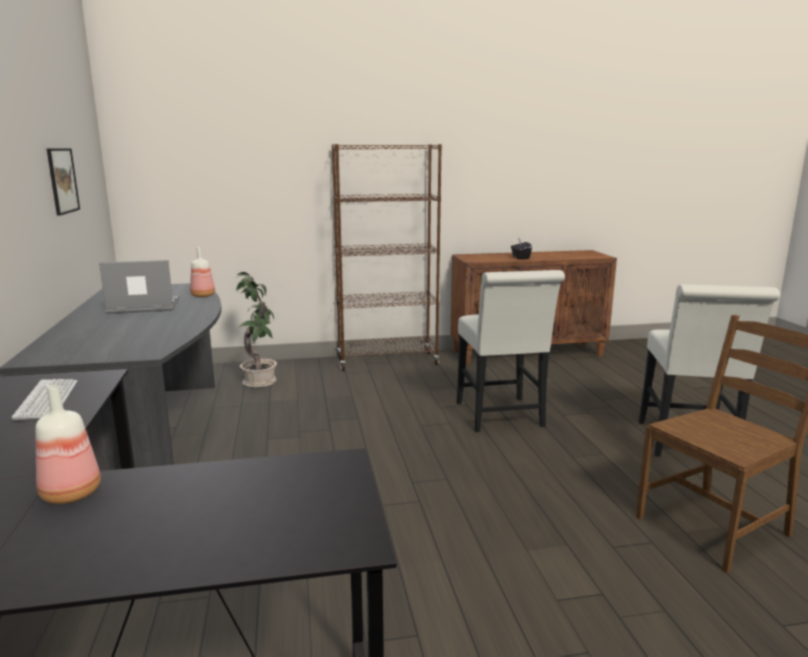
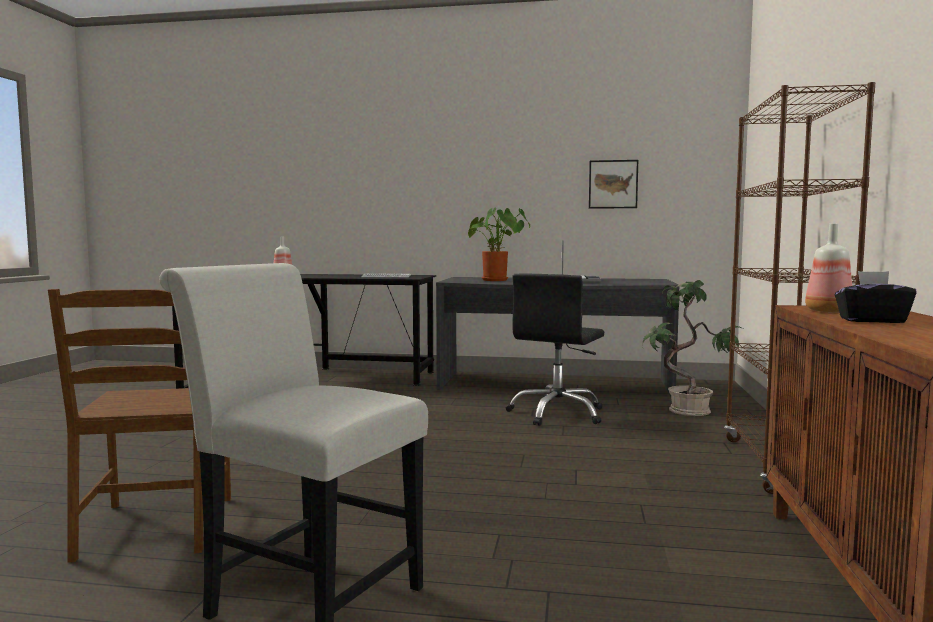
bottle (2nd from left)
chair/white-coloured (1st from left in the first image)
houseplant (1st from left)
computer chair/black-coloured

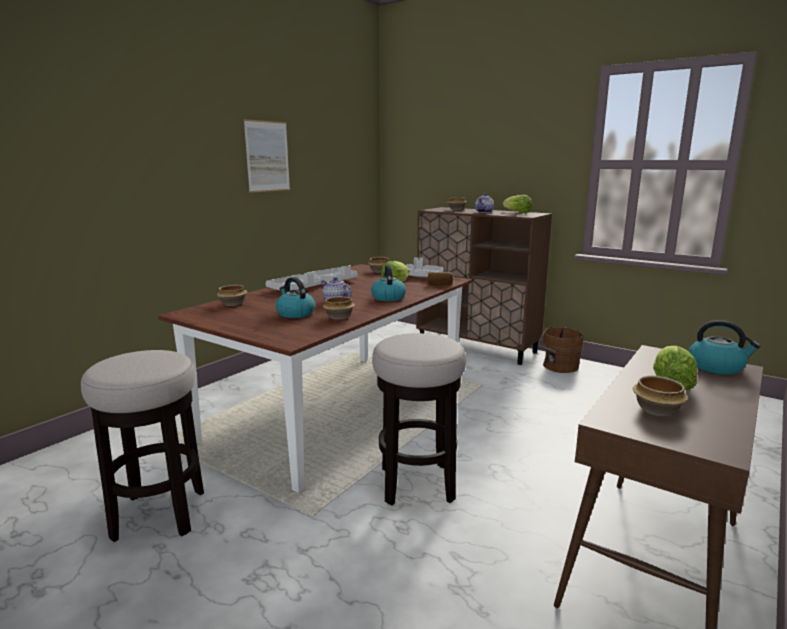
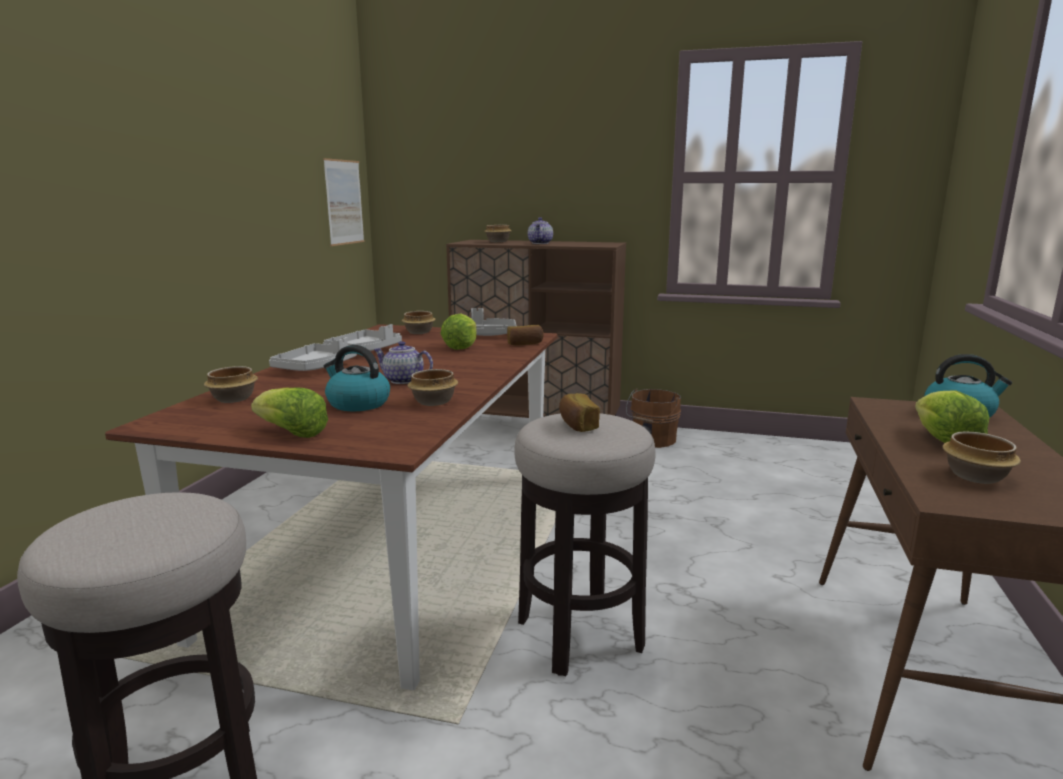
wall picture
tea kettle (2nd from left in the first image)
head of lettuce (1st from left)
bread (2nd from left)

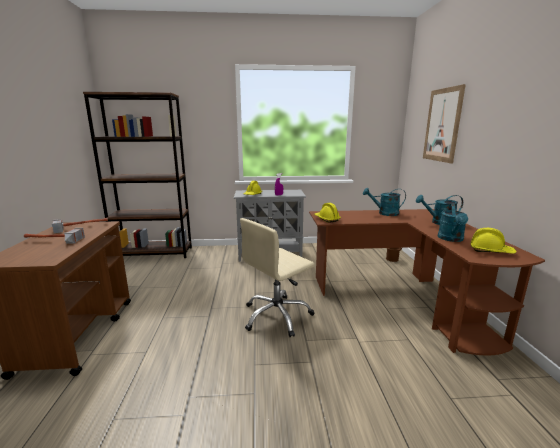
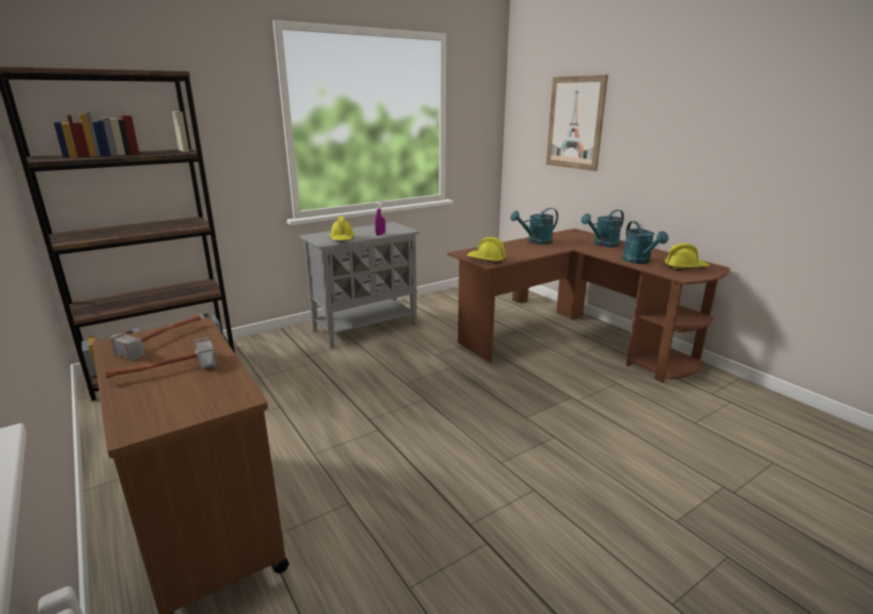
computer chair/beige

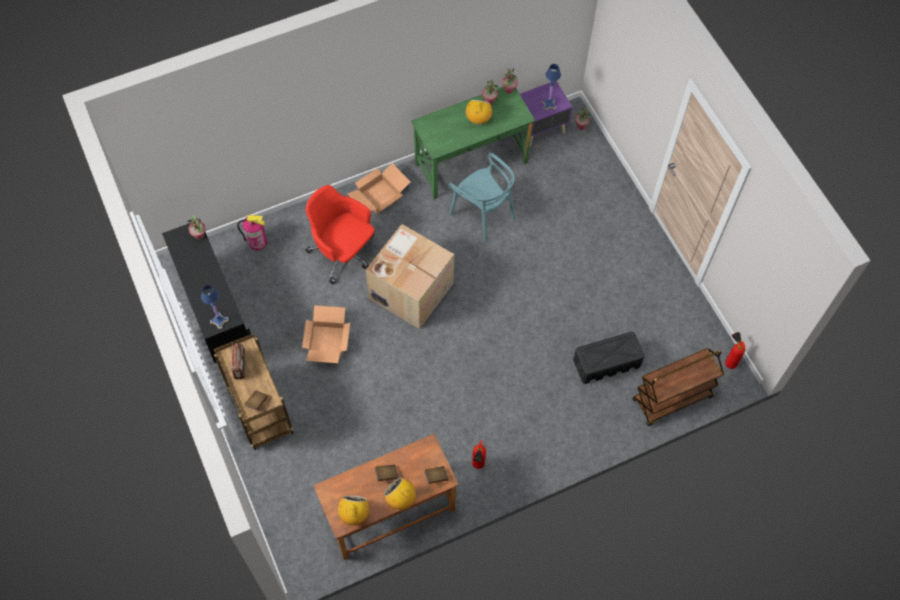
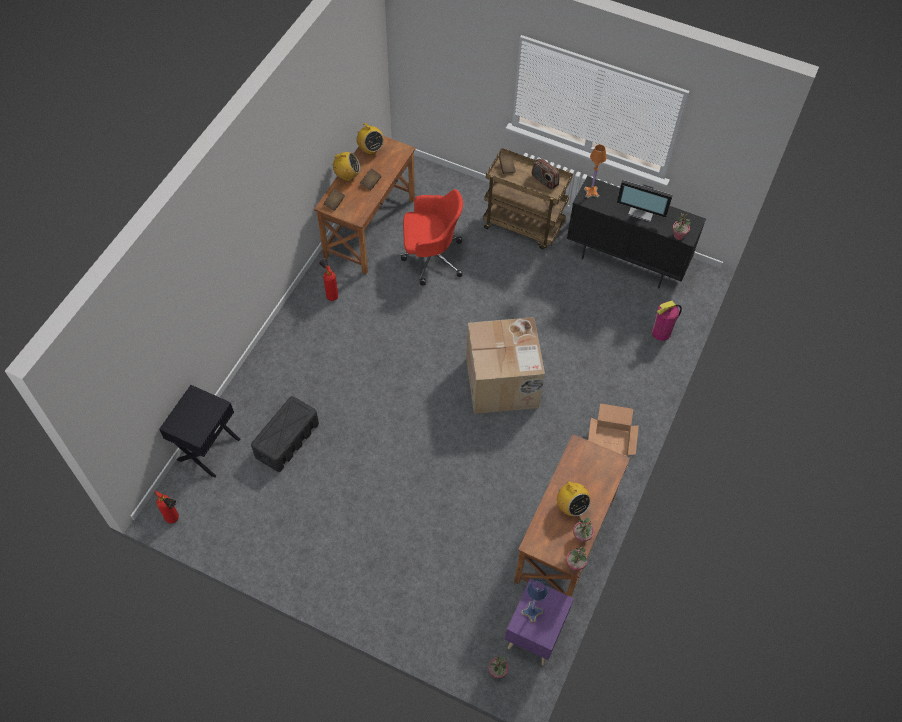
lamp for a table/orange-coloured
packing box (1st from left in the first image)
computer chair/red-coloured
desk table/brown (2nd from left)
chair/turquoise
night table/black-coloured
monitor

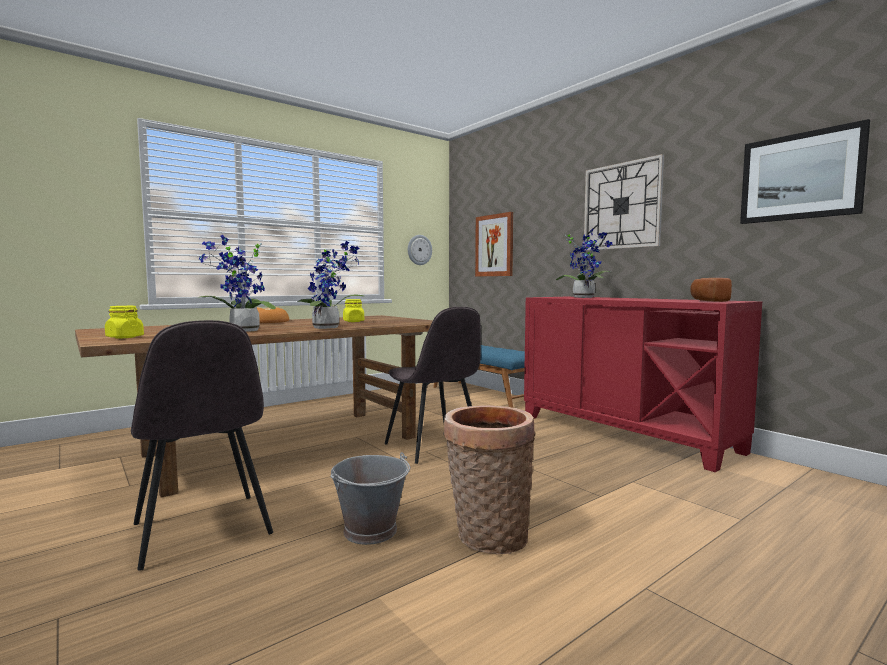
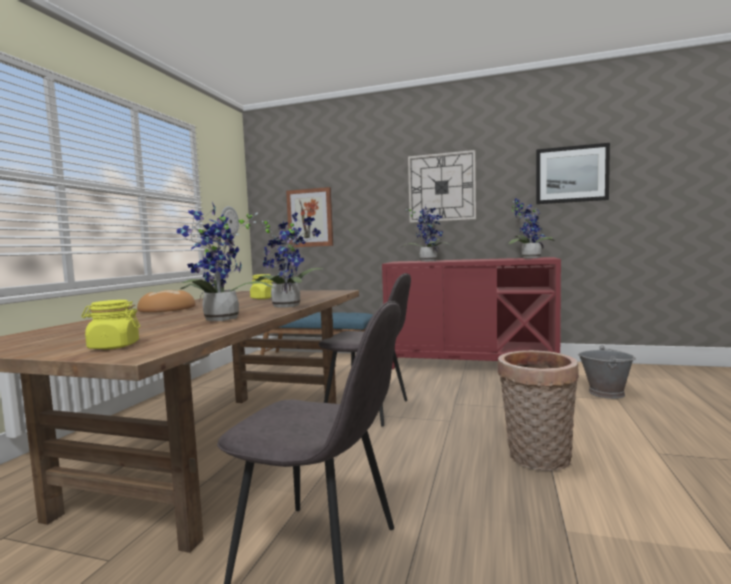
water bucket/greyish
houseplant (4th from left)

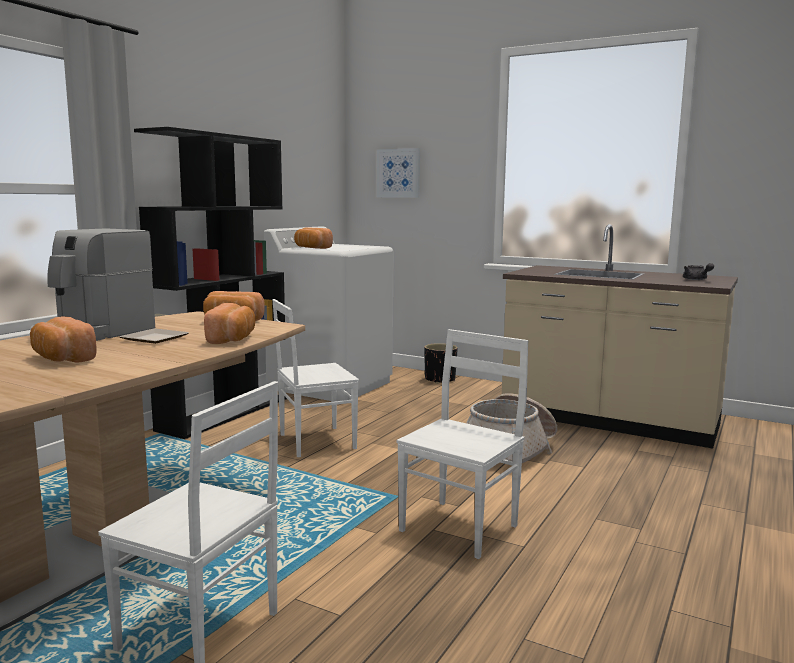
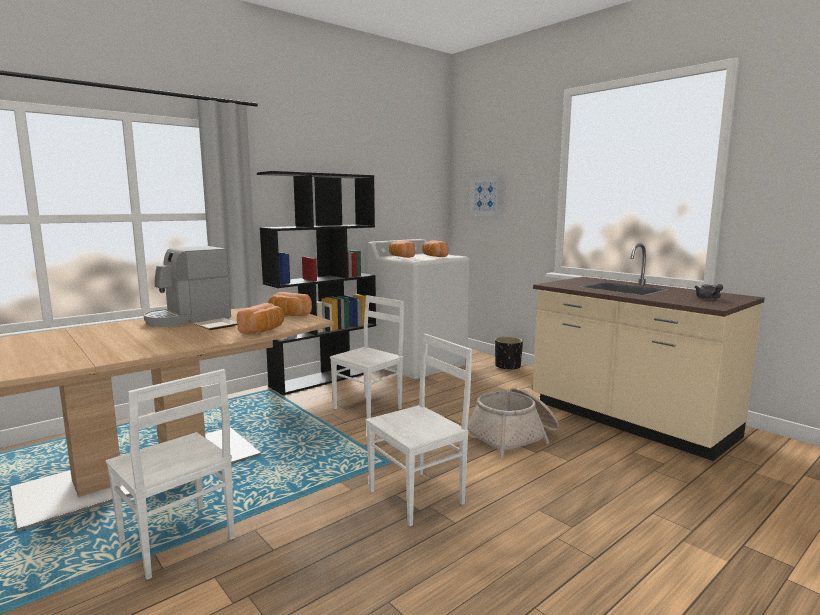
bread (4th from left)
chair/white-coloured (2nd from left)

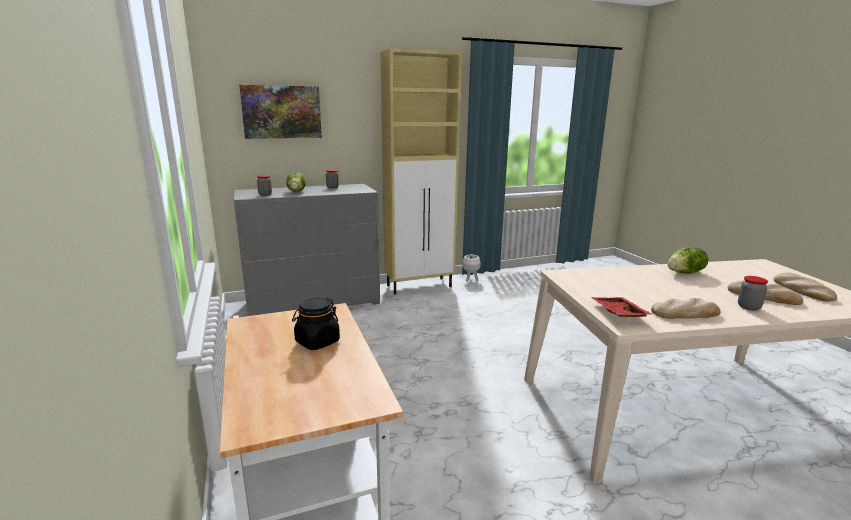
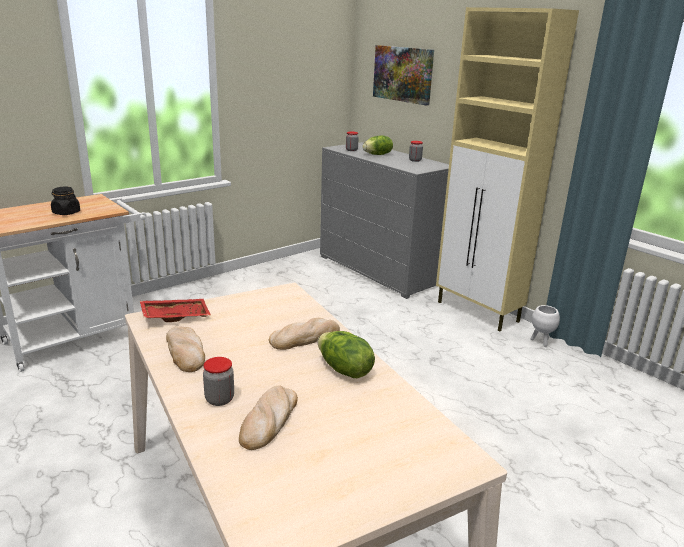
bread (3rd from left)

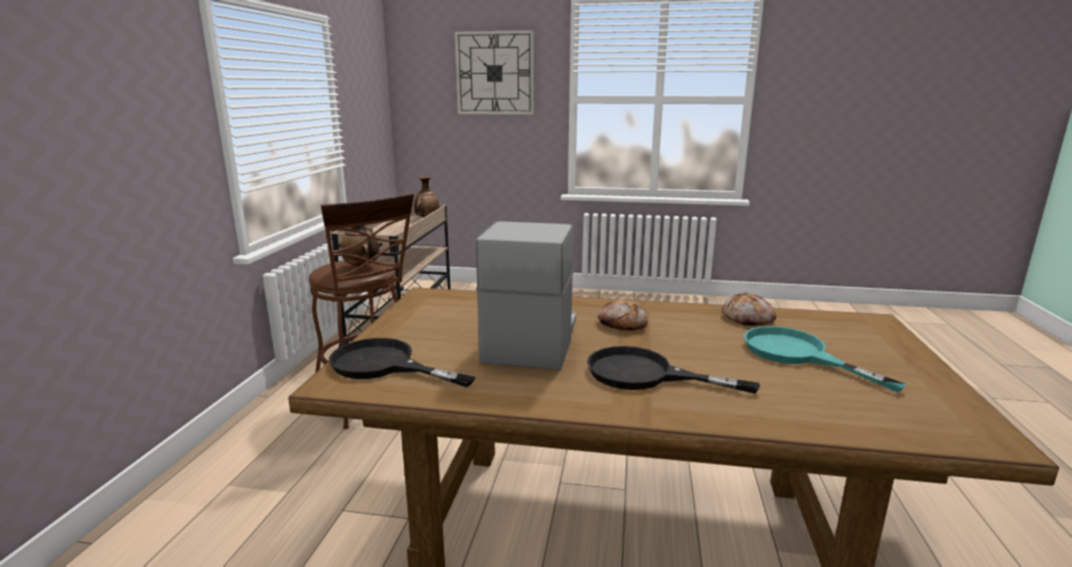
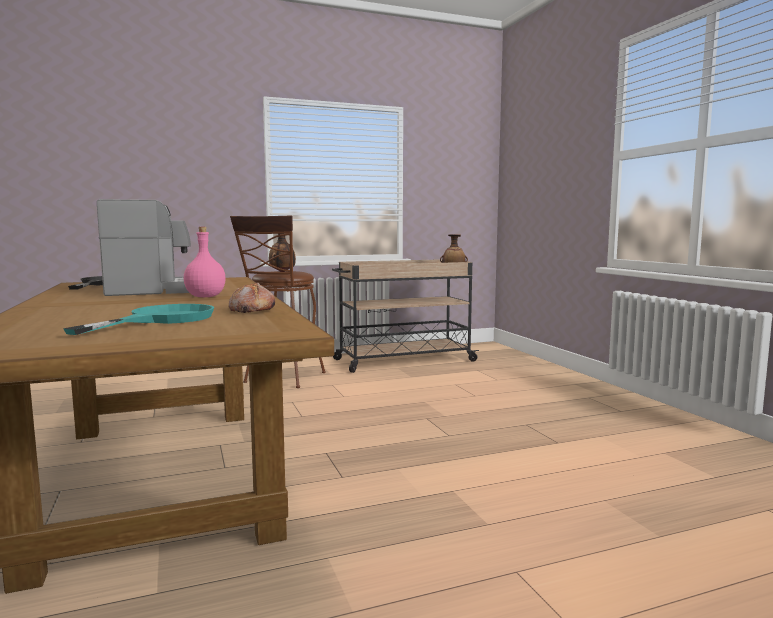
hanging clock
frying pan/black-coloured (2nd from left in the first image)
bottle/pinkish

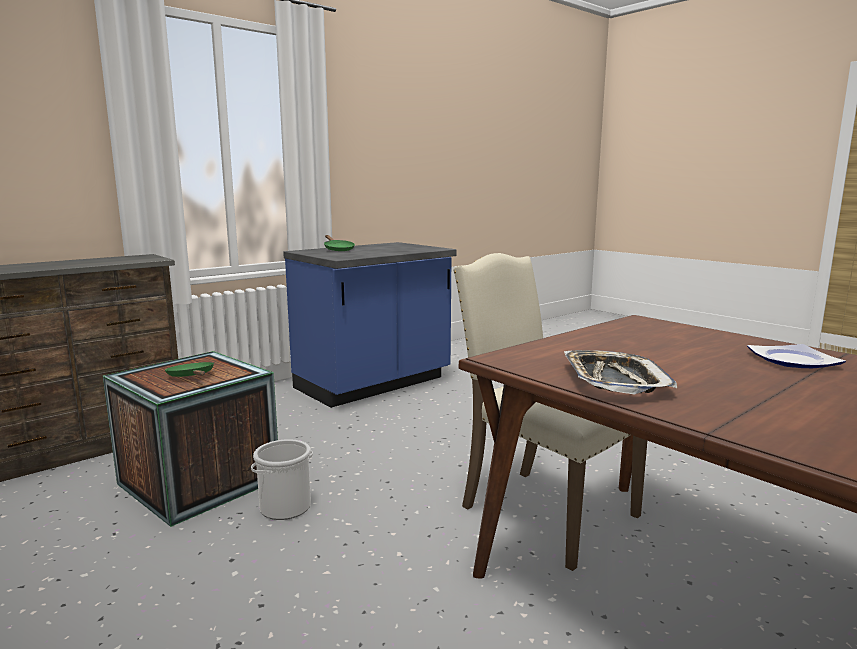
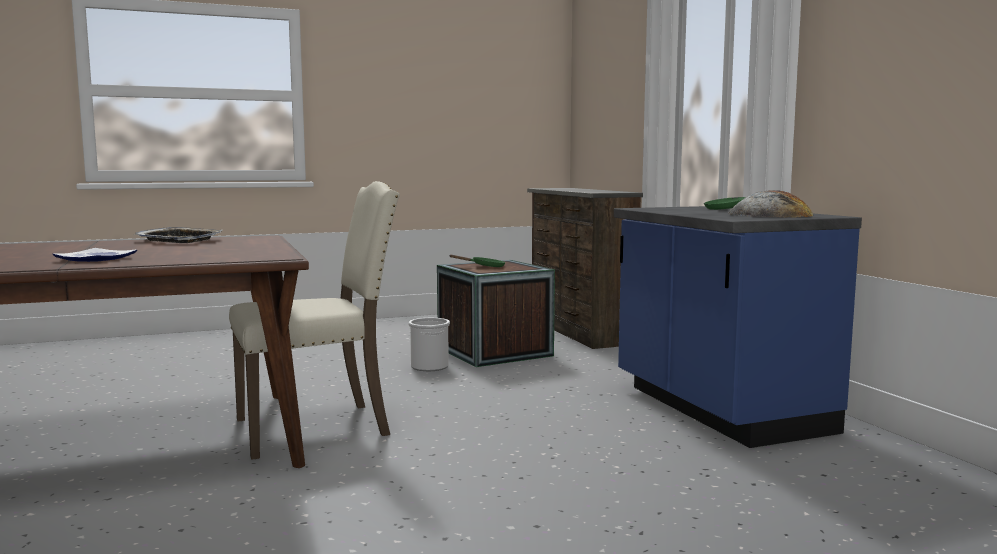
bread

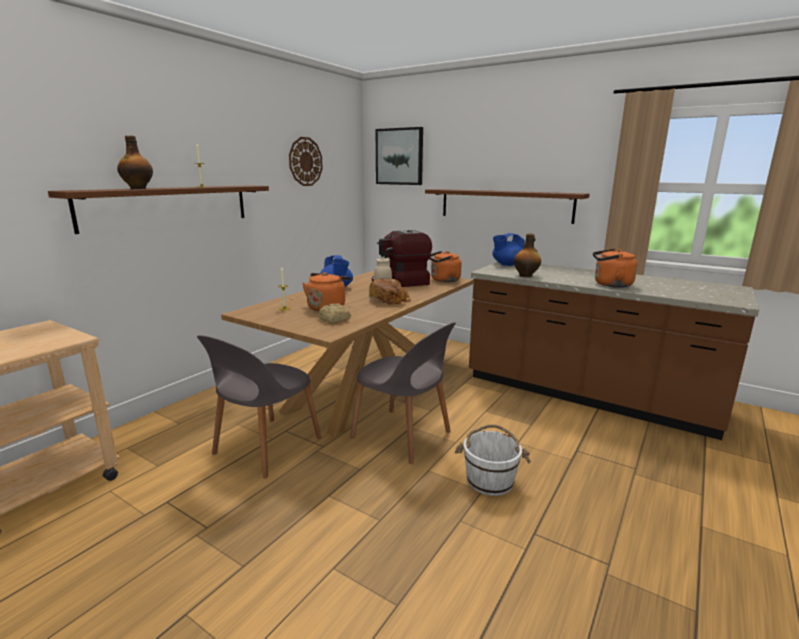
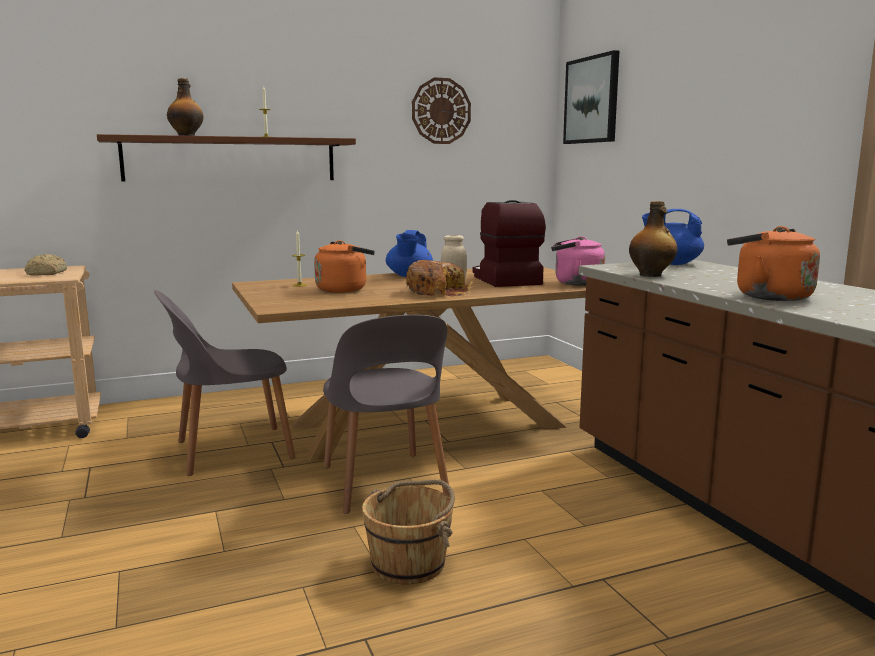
bread (1st from left)
coffee maker
wall shelf/brown (2nd from left in the first image)
tea kettle/pinkish
water bucket/brown

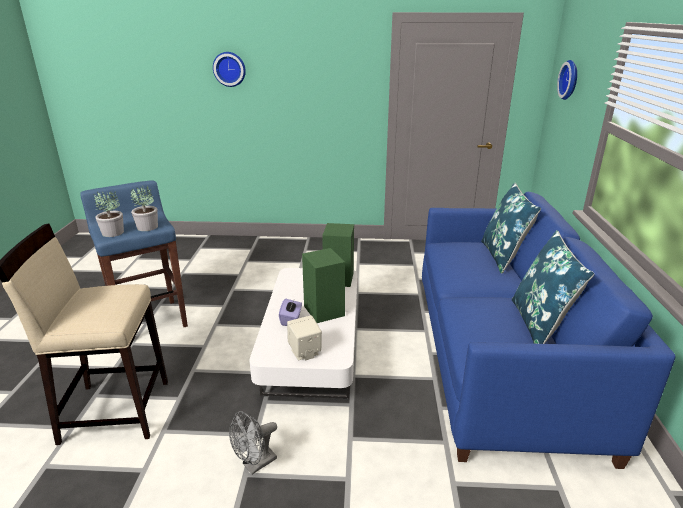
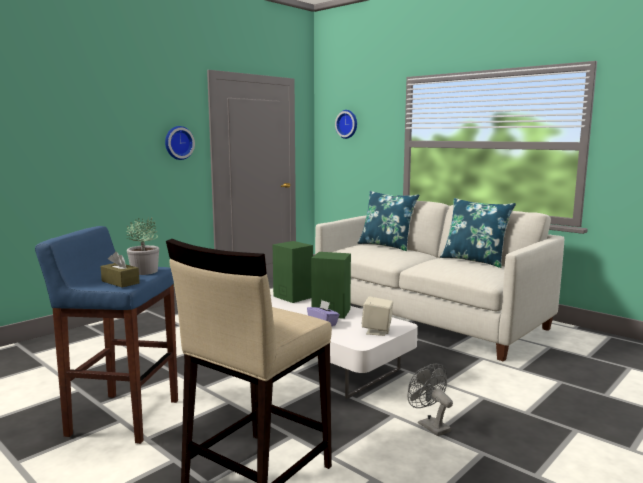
box of tissues/brown
hanging clock (1st from left)
cooling fan/greyish
settee/white-coloured

